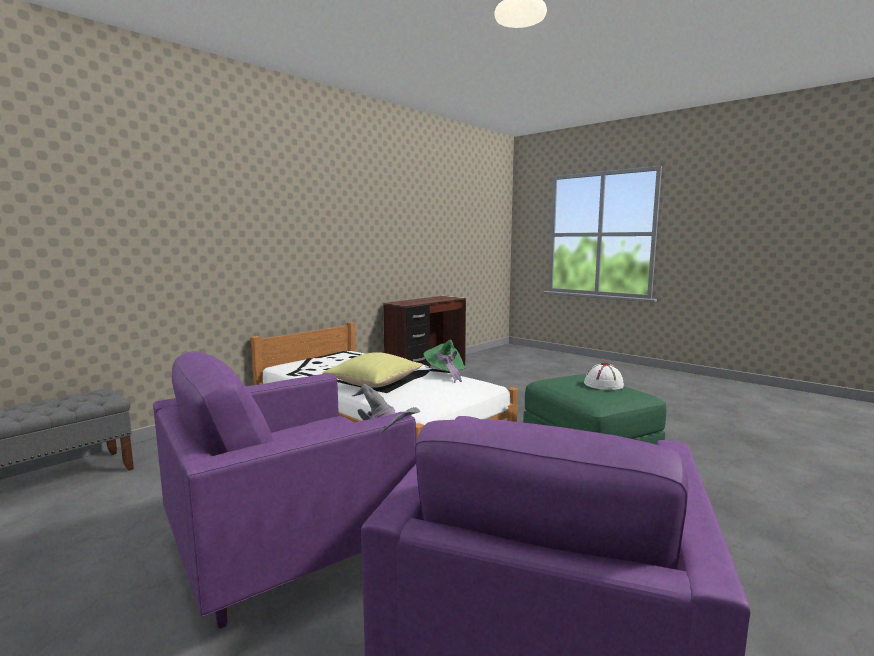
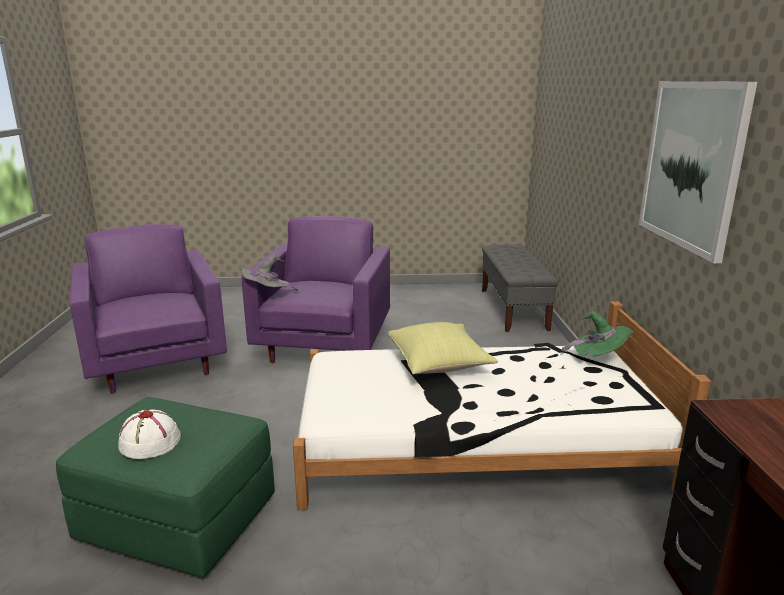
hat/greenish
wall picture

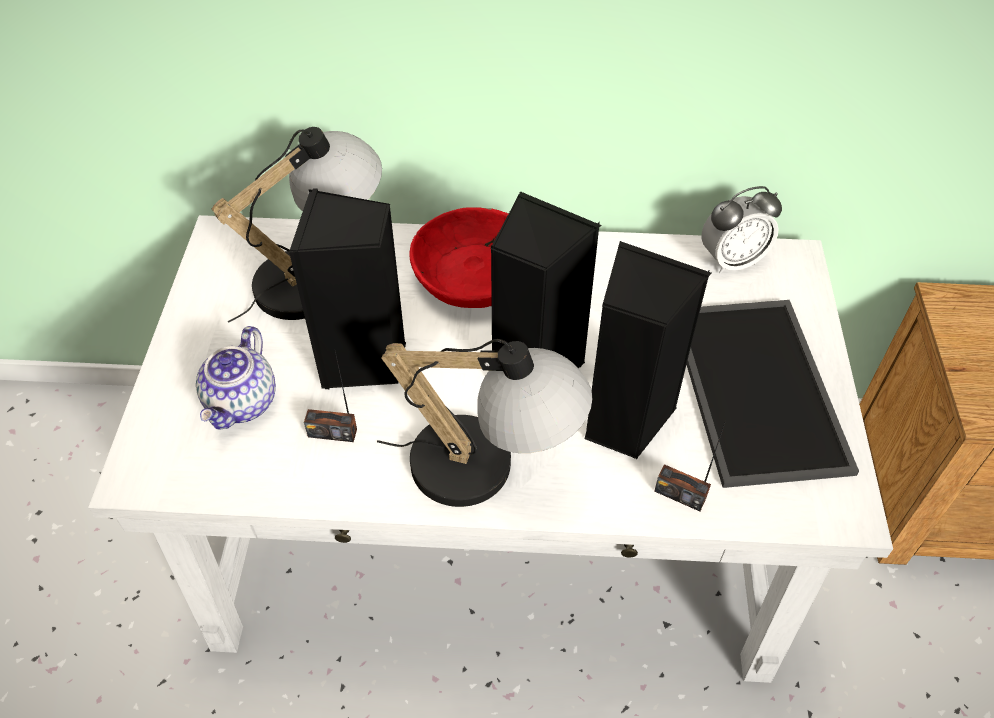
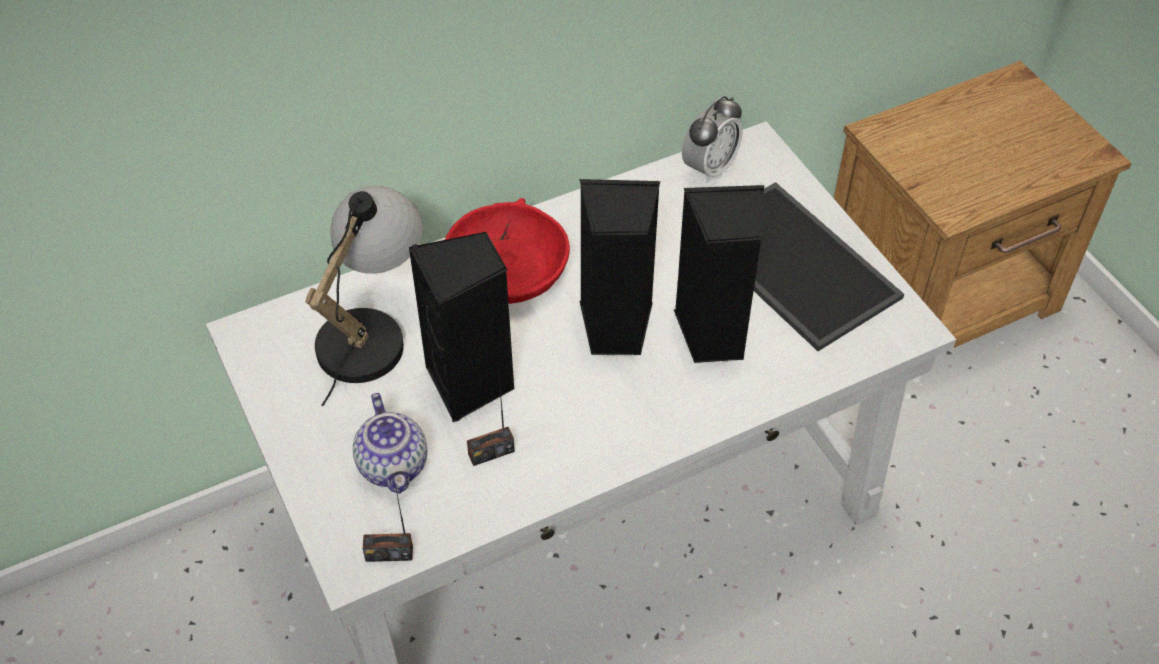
lamp for a table (2nd from left in the first image)
radio receiver (1st from left)

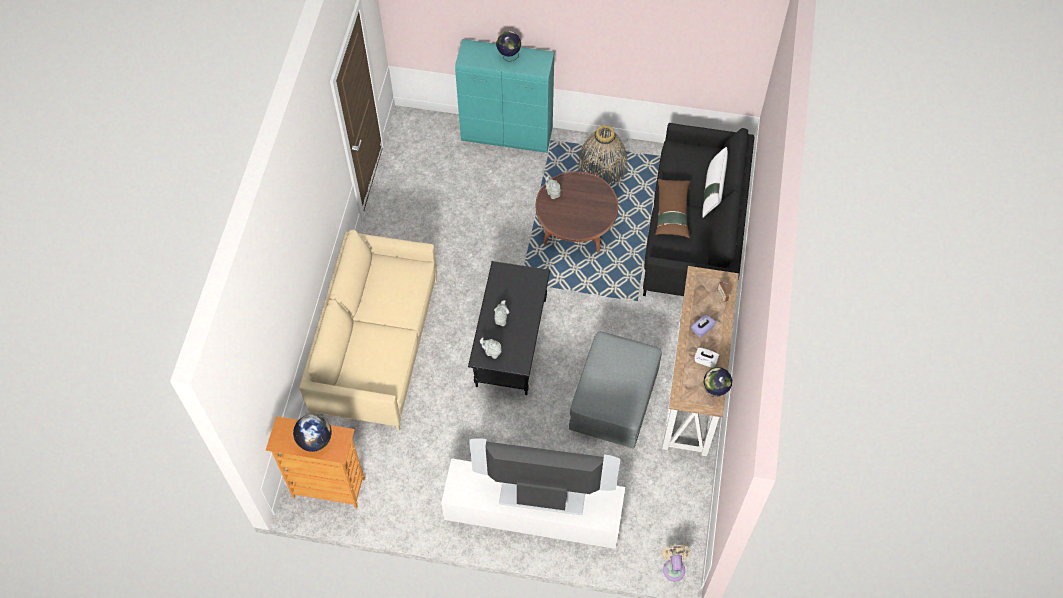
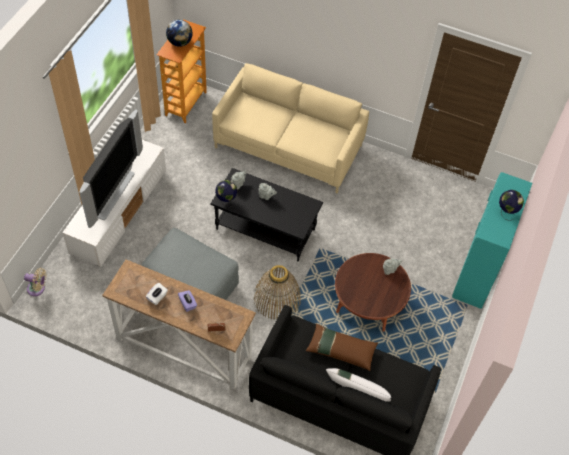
storage basket
globe (2nd from left)

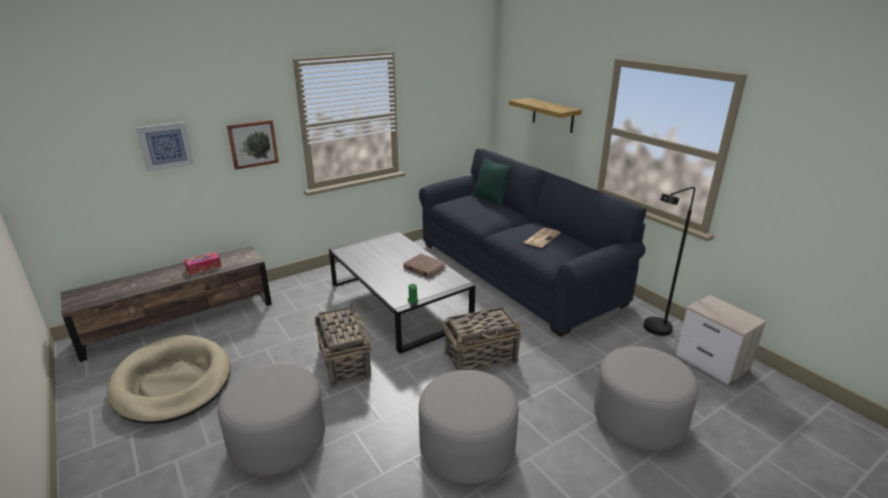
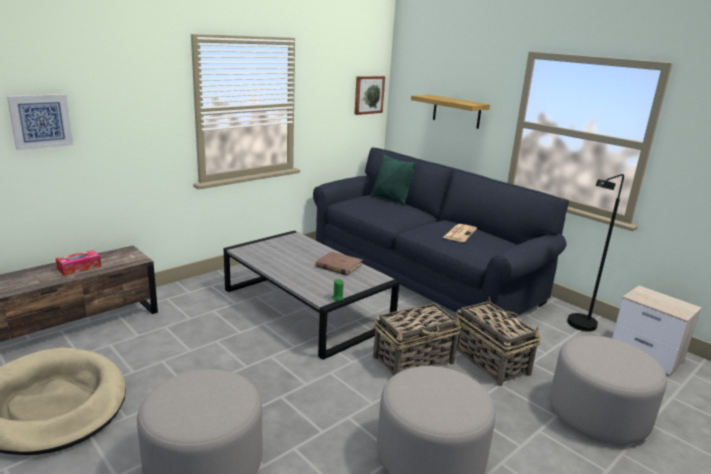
wall picture (2nd from left)
storage basket (2nd from left)

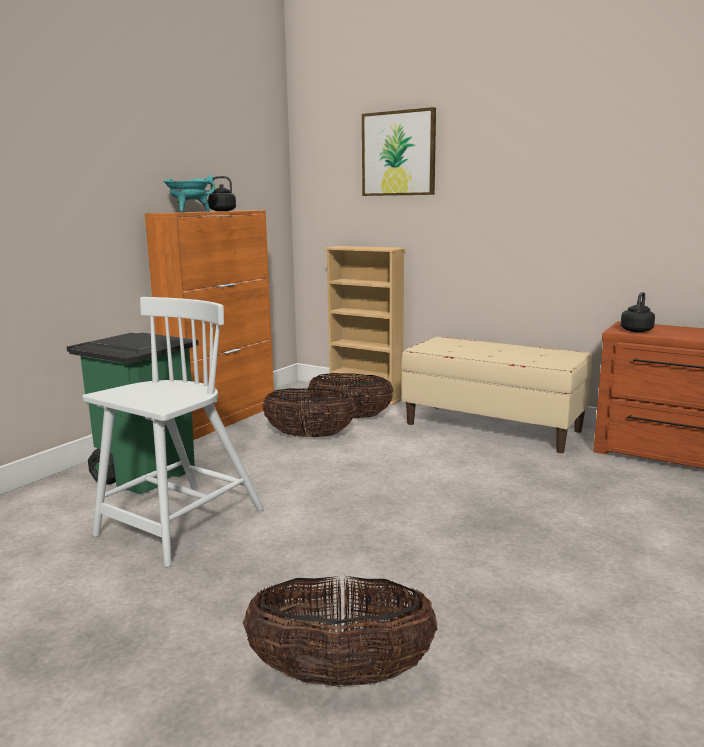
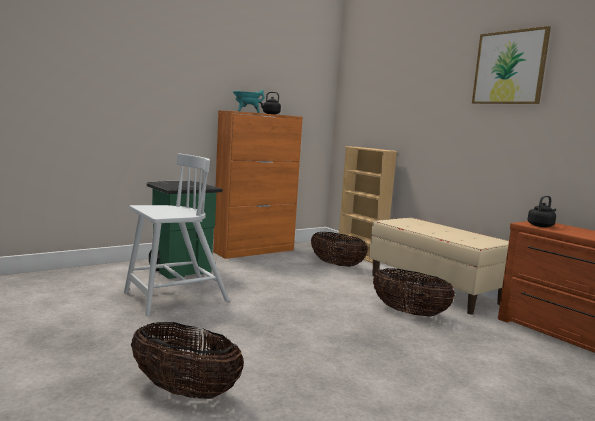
storage basket (3rd from left)
wall picture

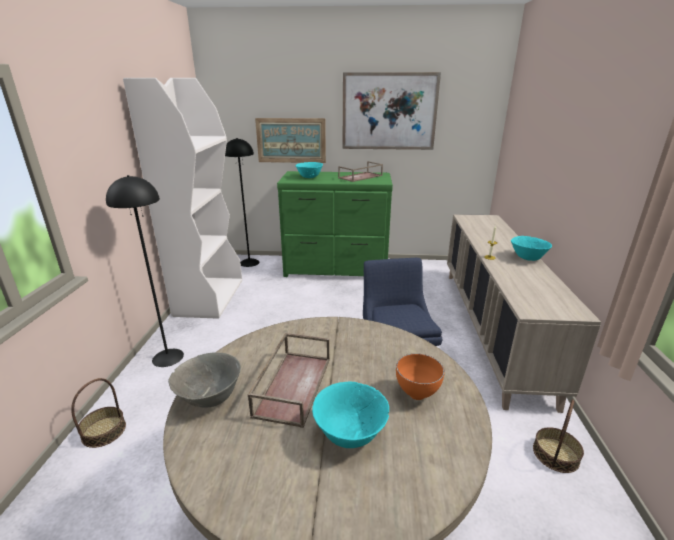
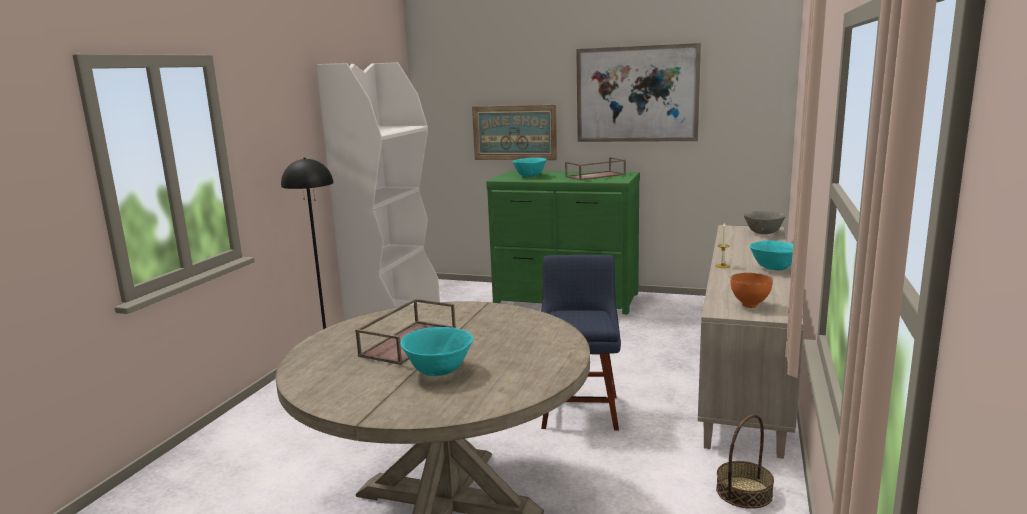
storage basket (1st from left in the first image)
bowl/greyish
floor lamp/black-coloured (2nd from left in the first image)
bowl/orange-coloured

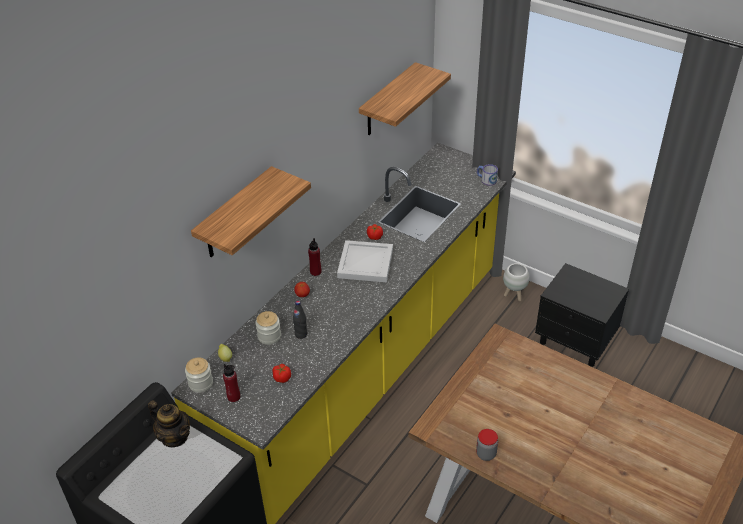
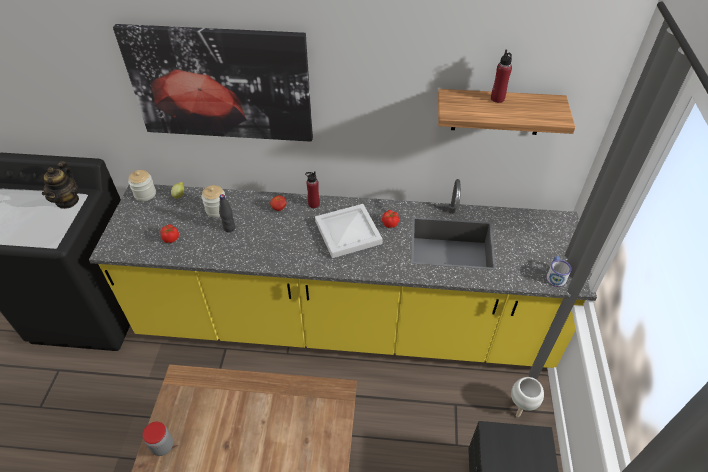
wall picture
bottle/red-coloured (2nd from left)

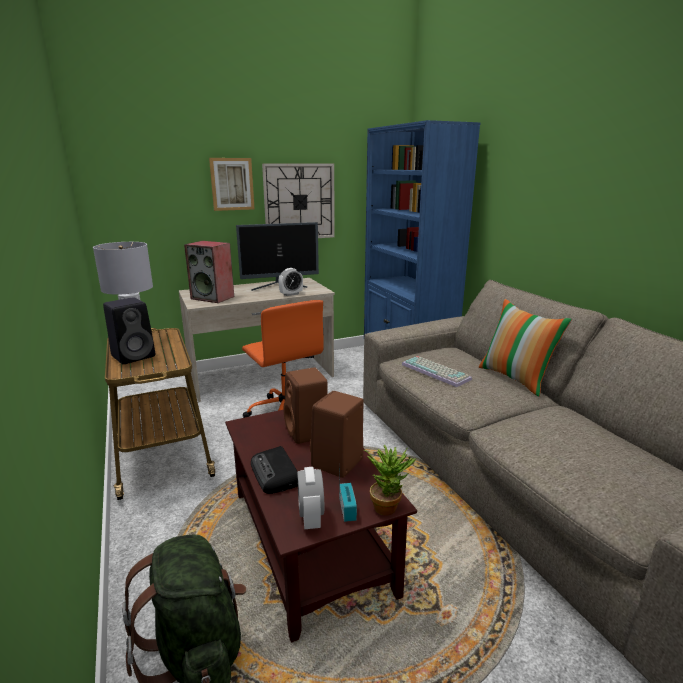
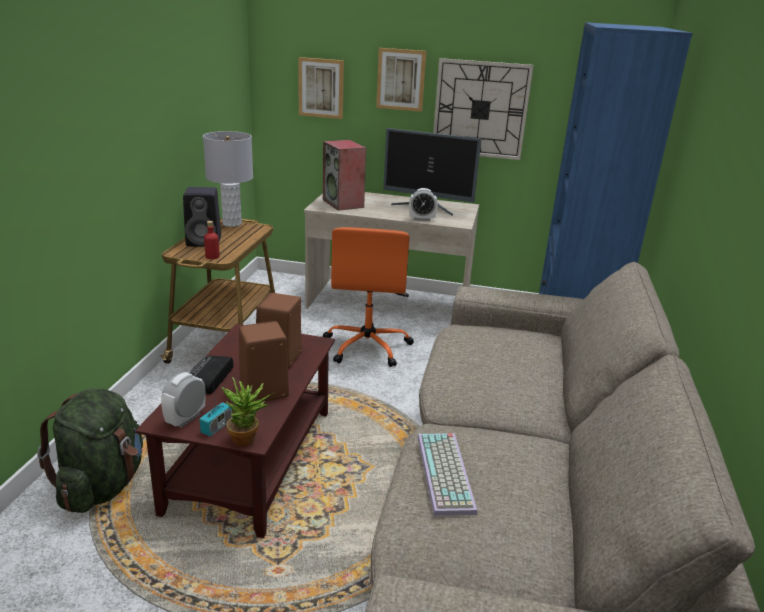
PC keyboard
pillow
bottle/red-coloured
wall picture (1st from left)

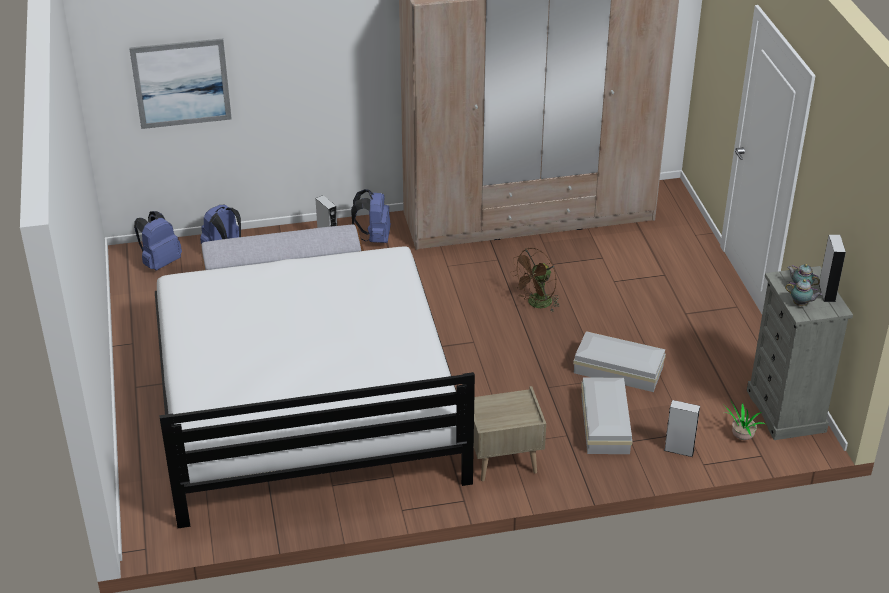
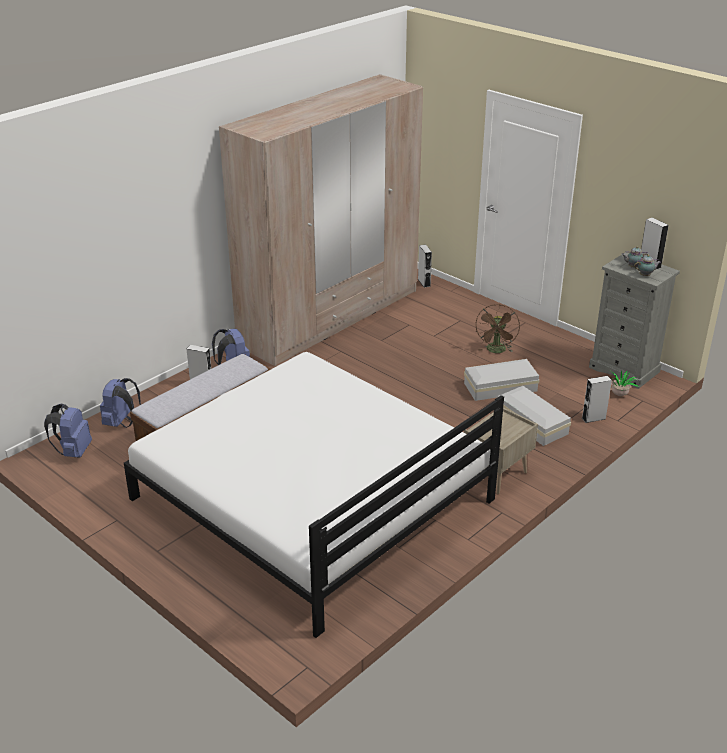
wall picture
cooling fan/brown
speaker/greyish (2nd from left)

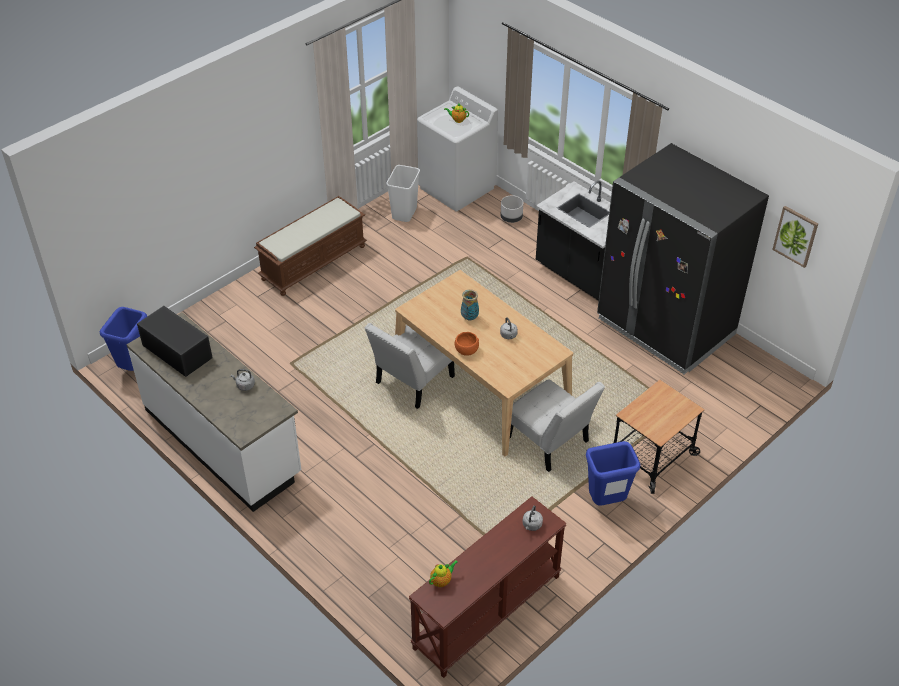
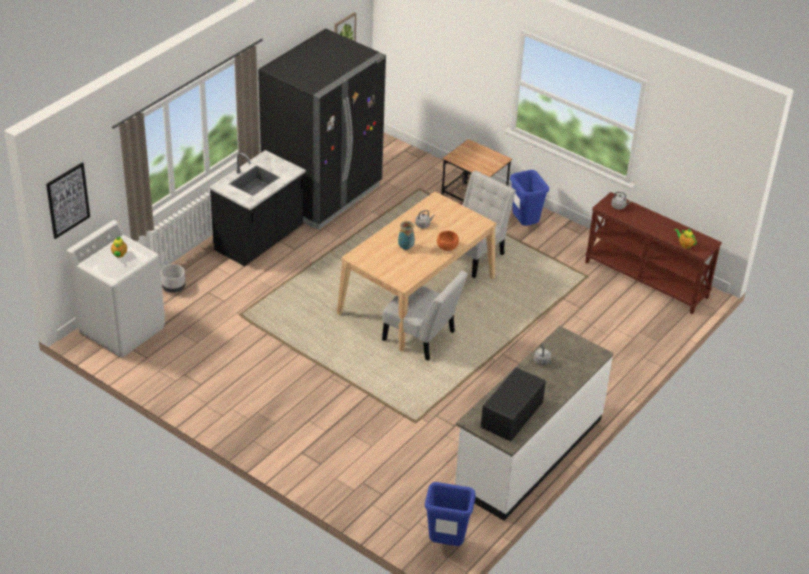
bench/brown
rubbish bin/white-coloured
wall picture (1st from left)

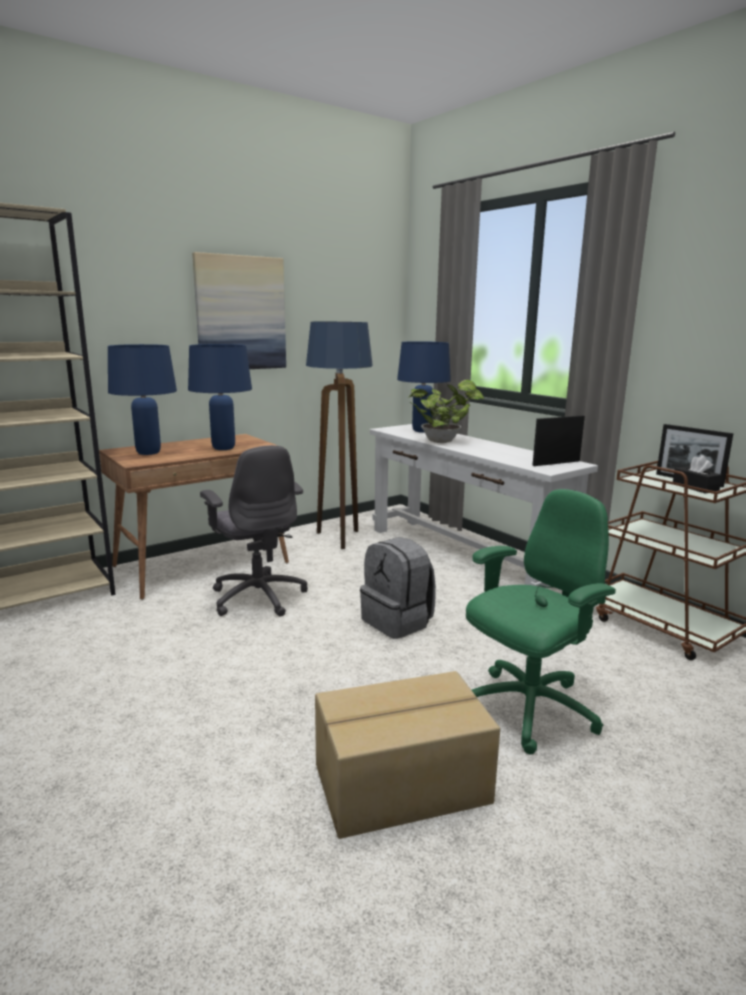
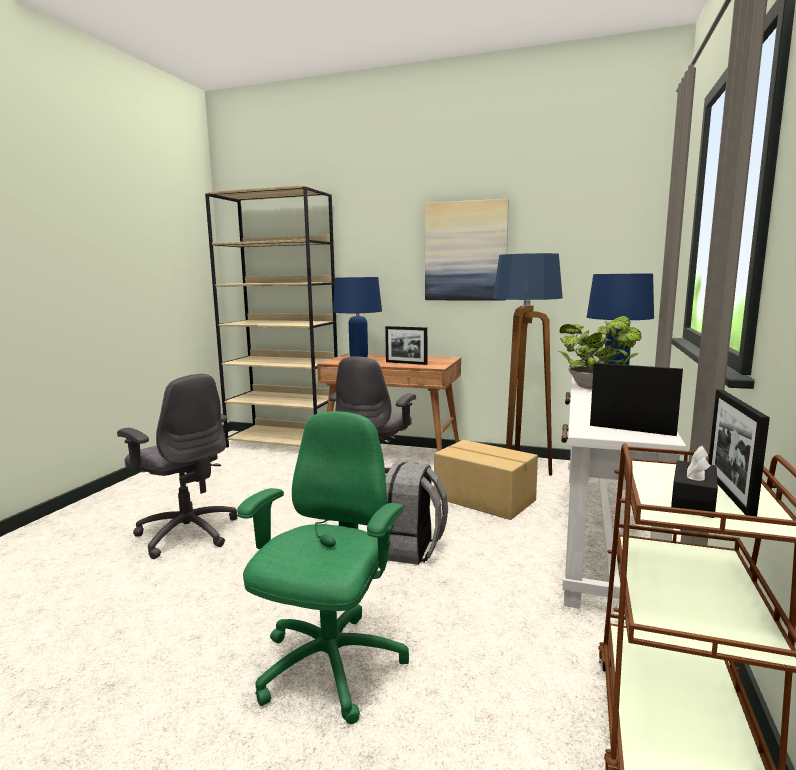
photo frame (1st from left)
packing box
computer chair/greenish
computer chair/greyish (1st from left)

